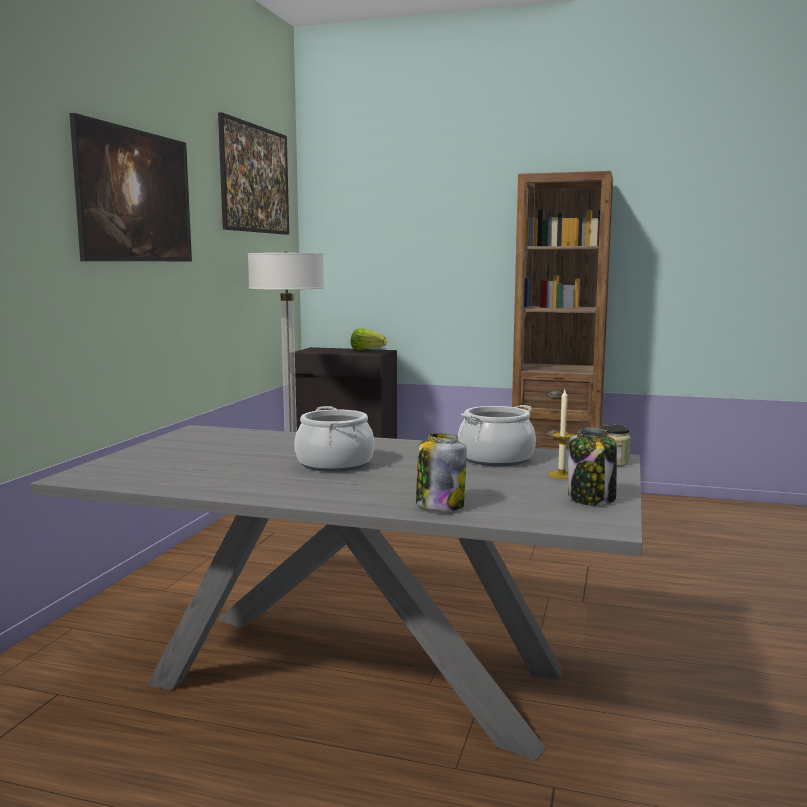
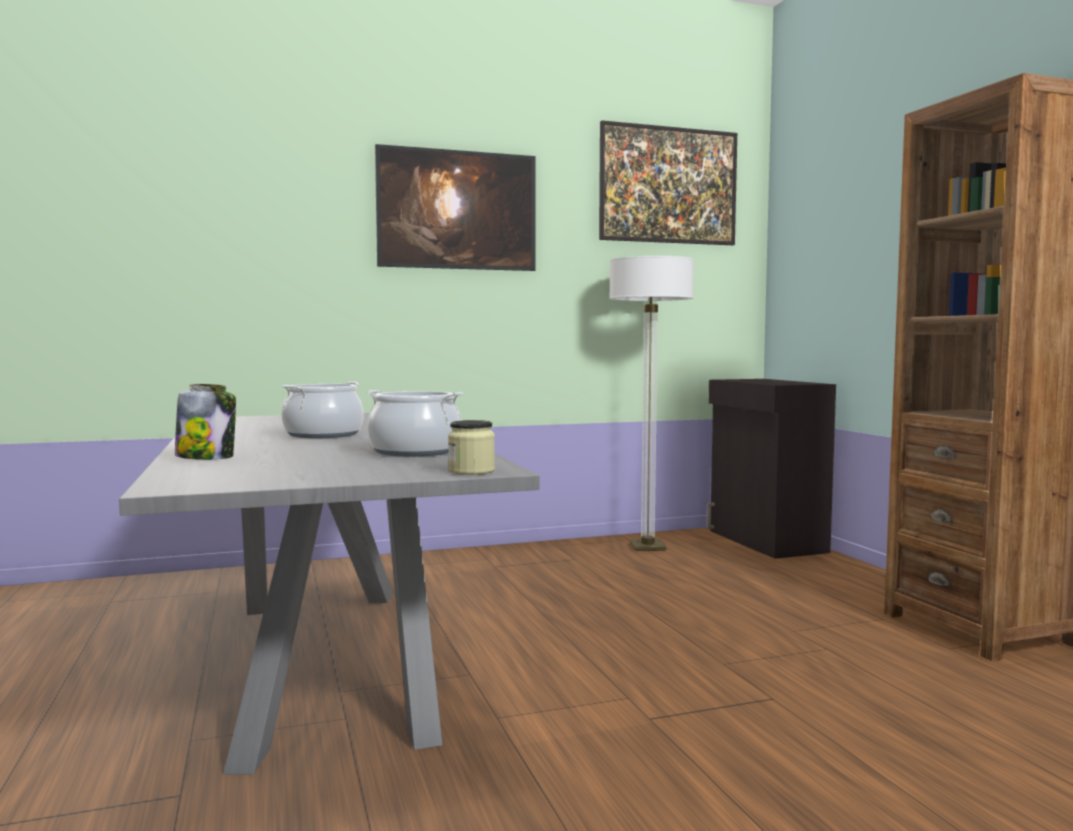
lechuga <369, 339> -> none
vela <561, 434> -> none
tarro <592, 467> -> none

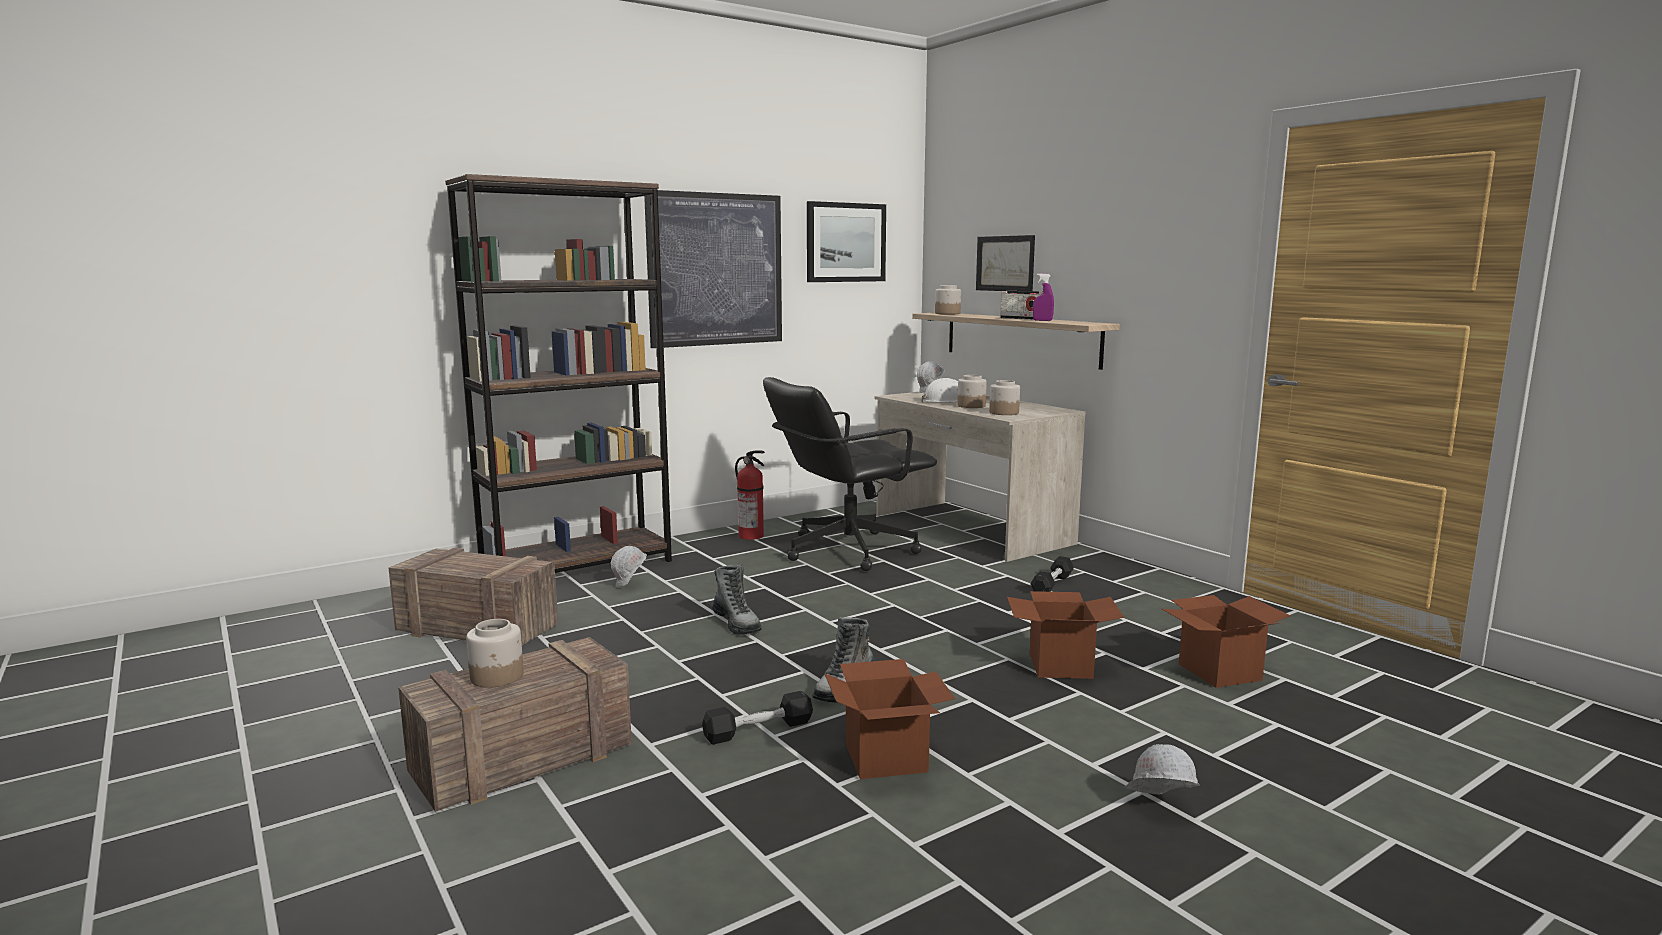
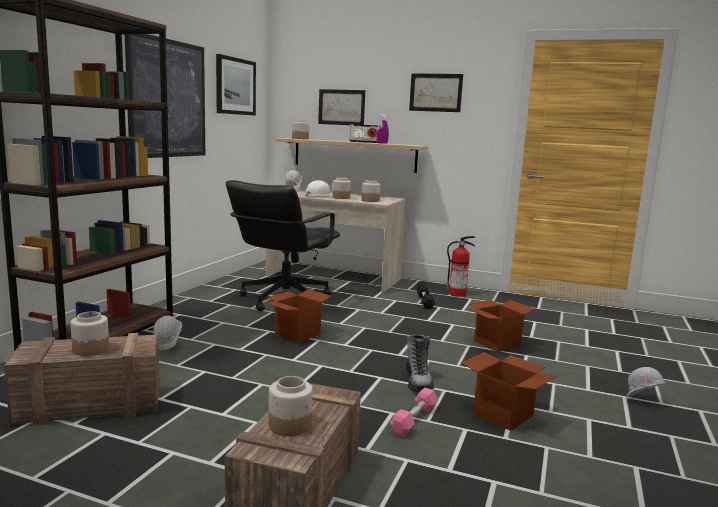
none -> tarro <89, 333>
caja de cartón <1226, 641> -> caja de cartón <297, 316>, moved
mancuerna/negro <757, 718> -> mancuerna/rosa <413, 412>
none -> cuadro <436, 92>
extintor <750, 495> -> extintor <461, 266>, moved
bota <737, 600> -> none

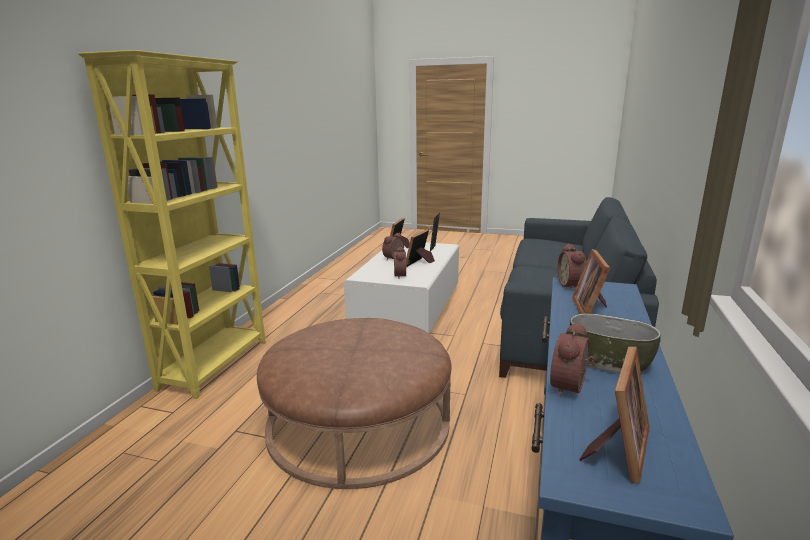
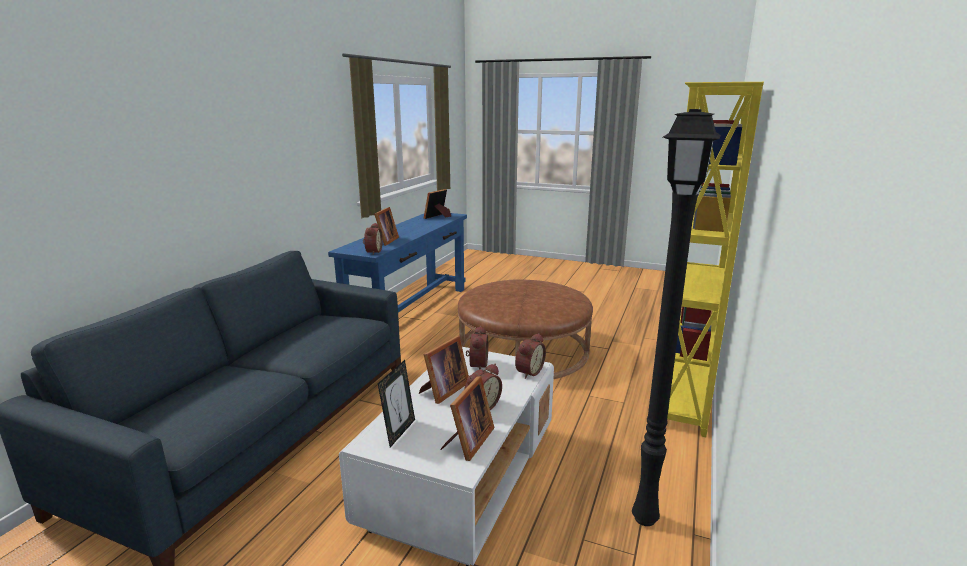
despertador <572, 359> -> despertador <530, 356>, moved
none -> lámpara de pie/negro <676, 317>
cuenco <615, 343> -> none

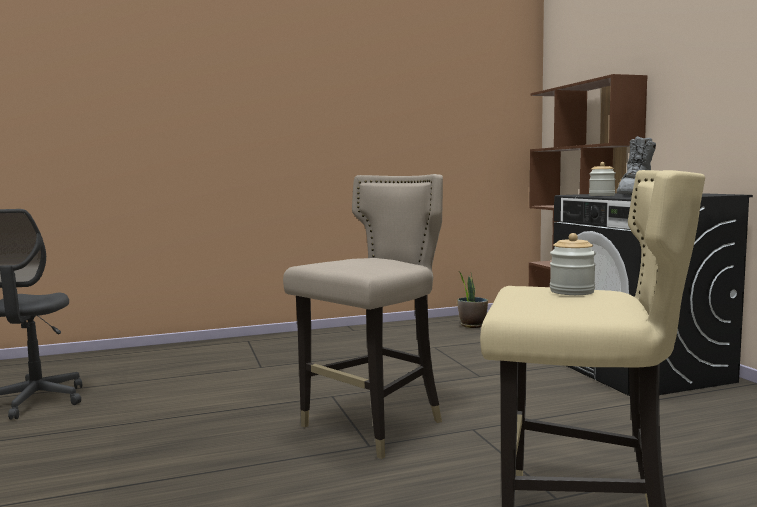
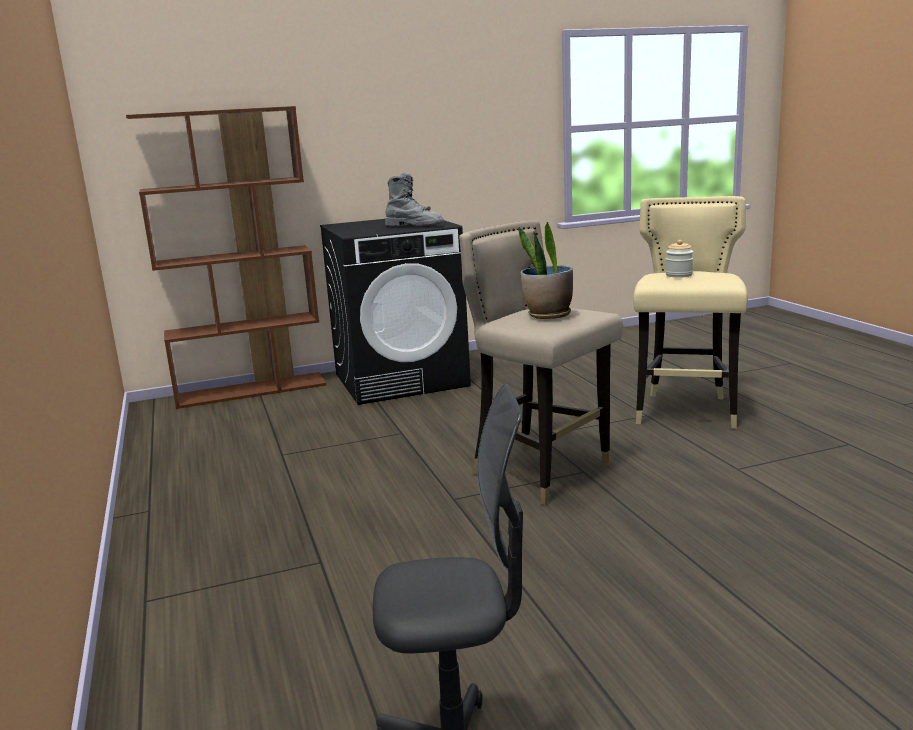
planta en maceta <473, 299> -> planta en maceta <546, 270>, moved
tarro <602, 179> -> none

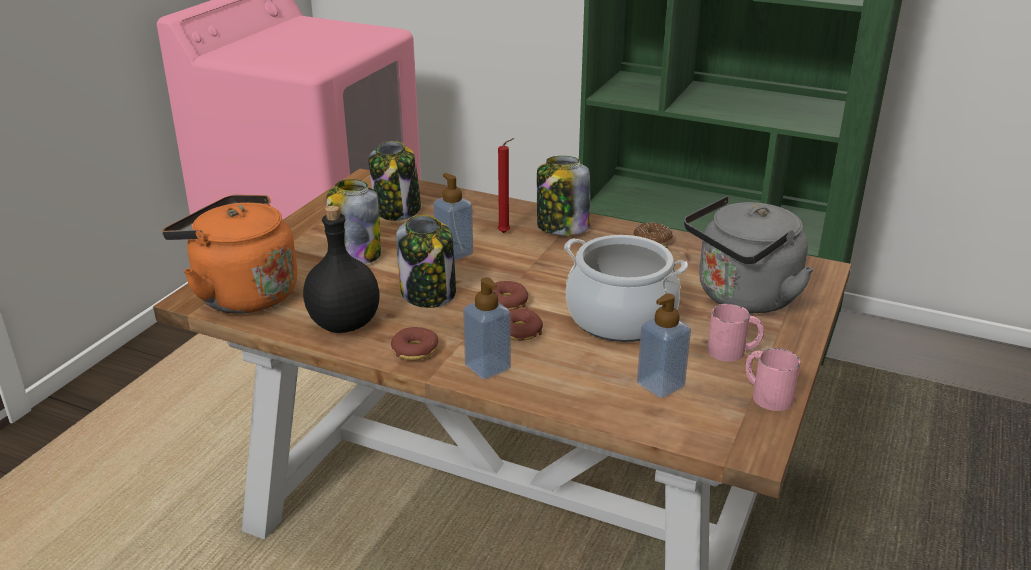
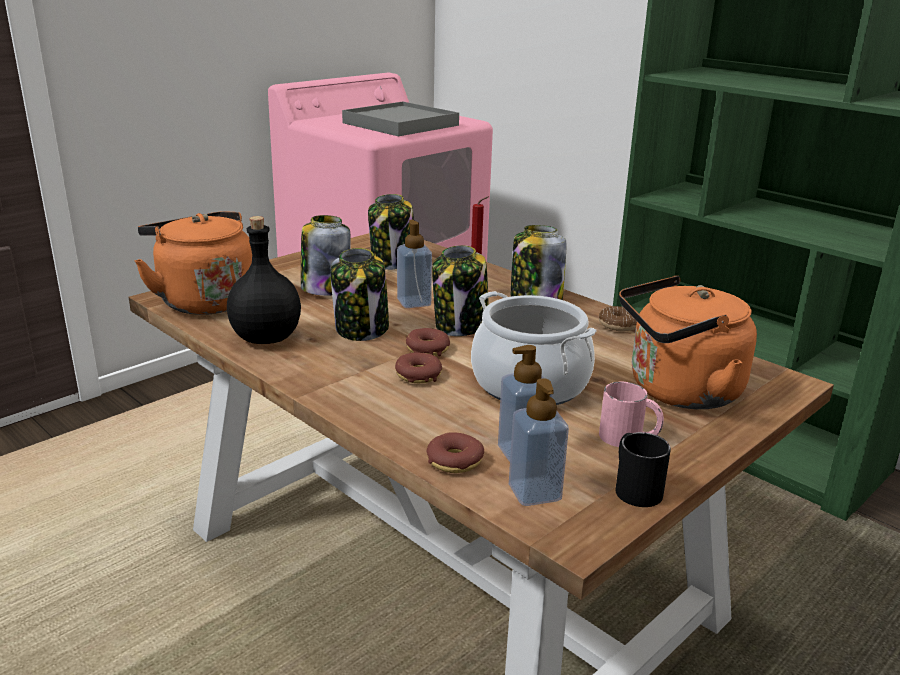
none -> bandeja/gris <400, 119>
rosquilla <414, 344> -> rosquilla <455, 452>, moved
none -> tarro <460, 290>
dispensador de jabón <487, 328> -> dispensador de jabón <539, 442>, moved
taza grande/rosa <772, 379> -> taza grande/negro <643, 469>
hervidor/gris <749, 254> -> hervidor/naranja <688, 342>

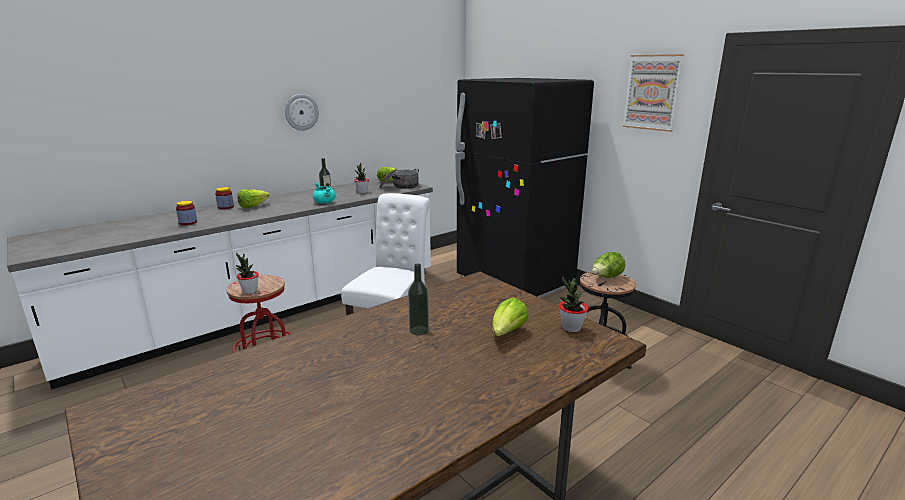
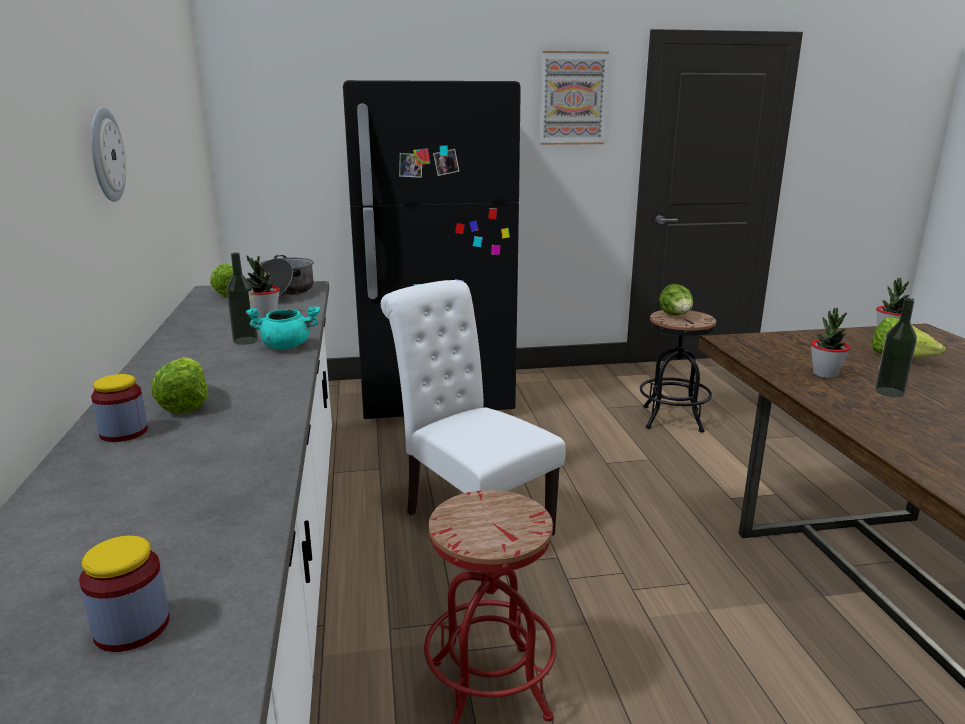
tarro <186, 213> -> tarro <124, 594>, moved
planta en maceta <247, 273> -> planta en maceta <830, 343>, moved

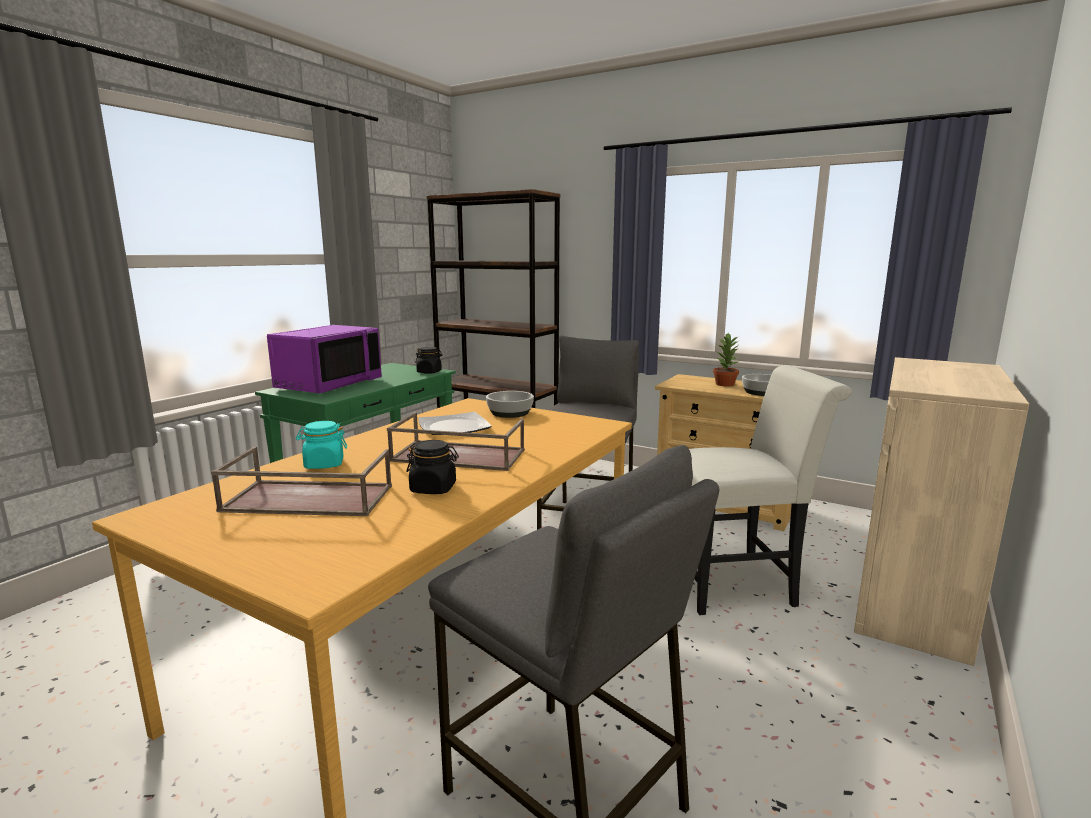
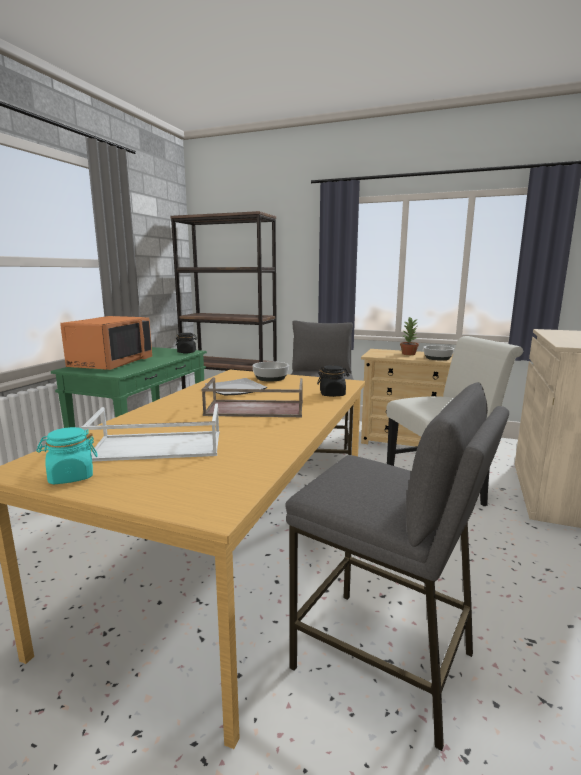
tarro/turquesa <321, 445> -> tarro/turquesa <67, 455>, moved
microondas/morado <324, 359> -> microondas/naranja <106, 343>
bandeja/marrón <301, 481> -> bandeja/blanco <150, 433>
tarro/negro <432, 467> -> tarro/negro <333, 381>, moved

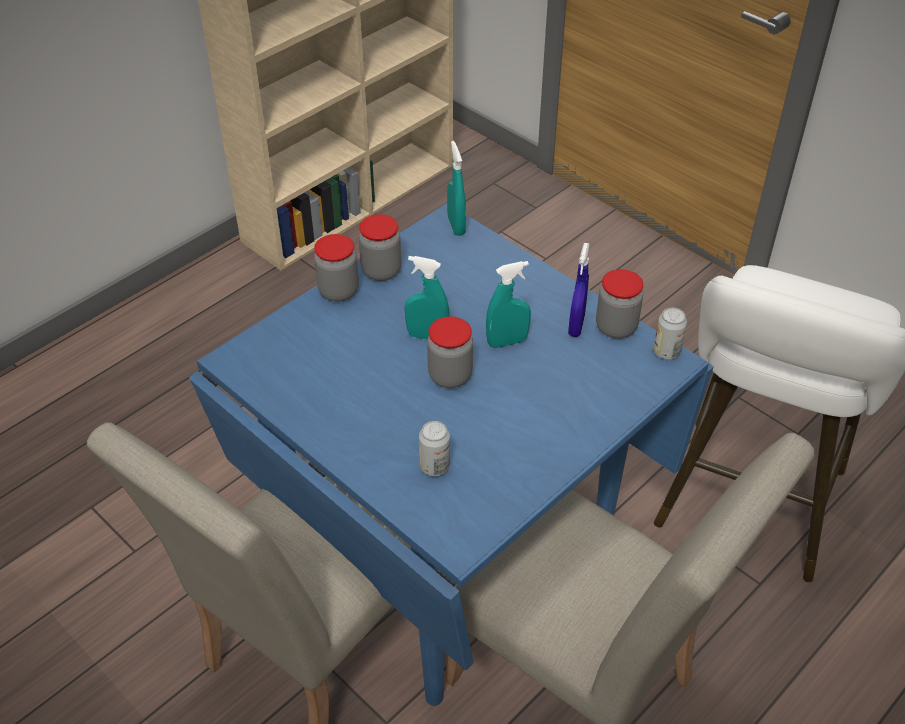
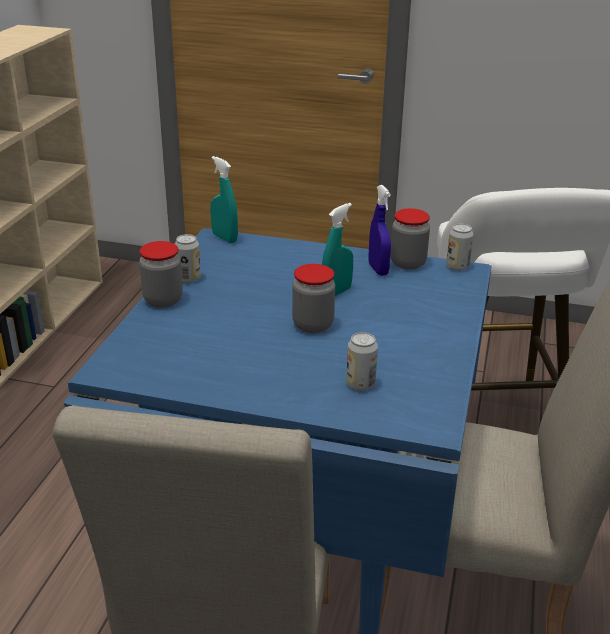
tarro <380, 247> -> lata <188, 258>
pulverizador/turquesa <427, 298> -> none

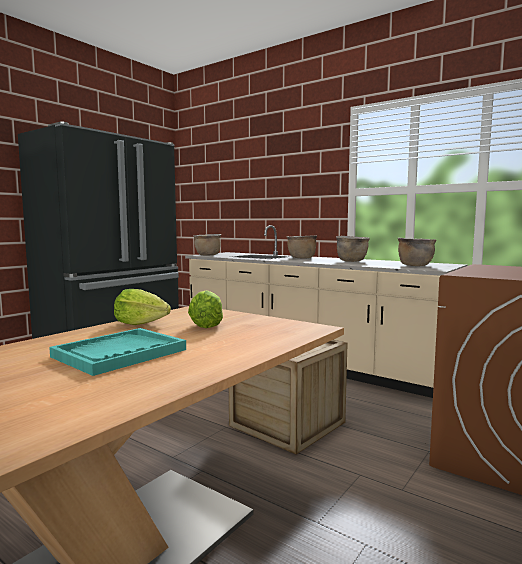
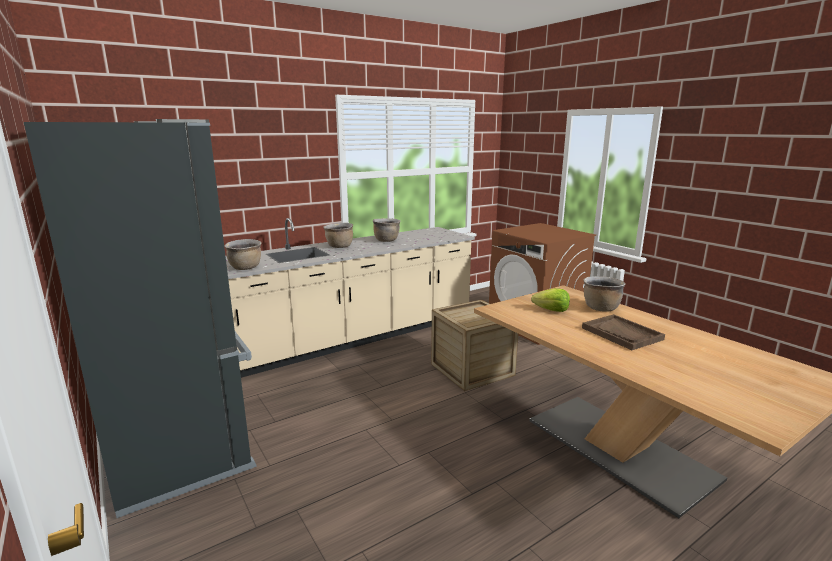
bandeja/turquesa <117, 352> -> bandeja/marrón <623, 332>
olla/marrón <417, 252> -> olla/marrón <604, 294>, moved
lechuga <142, 307> -> none

